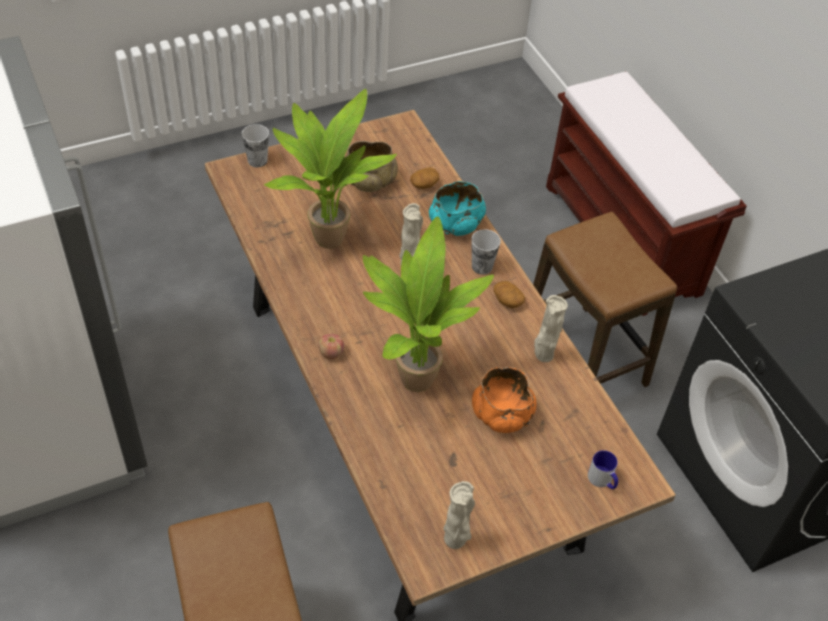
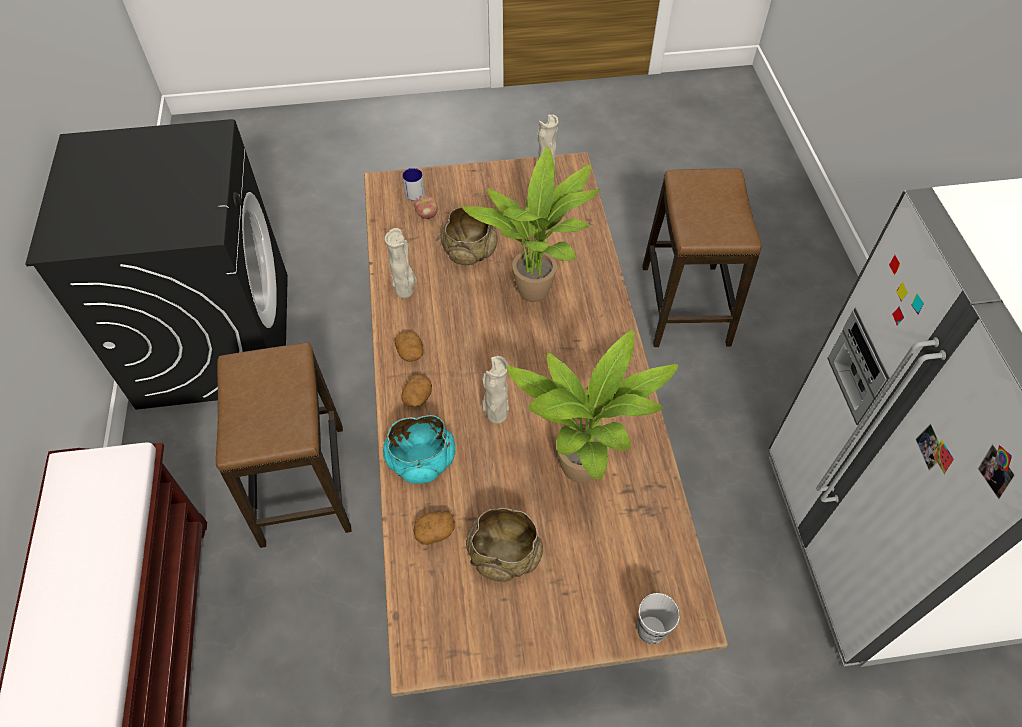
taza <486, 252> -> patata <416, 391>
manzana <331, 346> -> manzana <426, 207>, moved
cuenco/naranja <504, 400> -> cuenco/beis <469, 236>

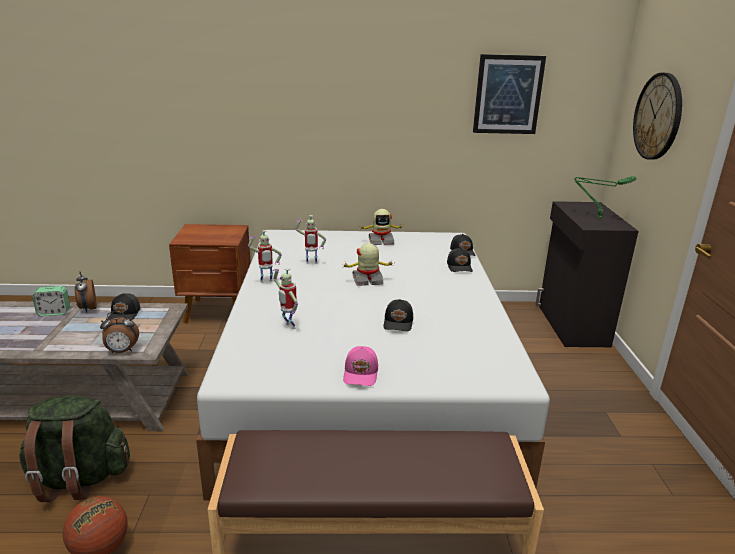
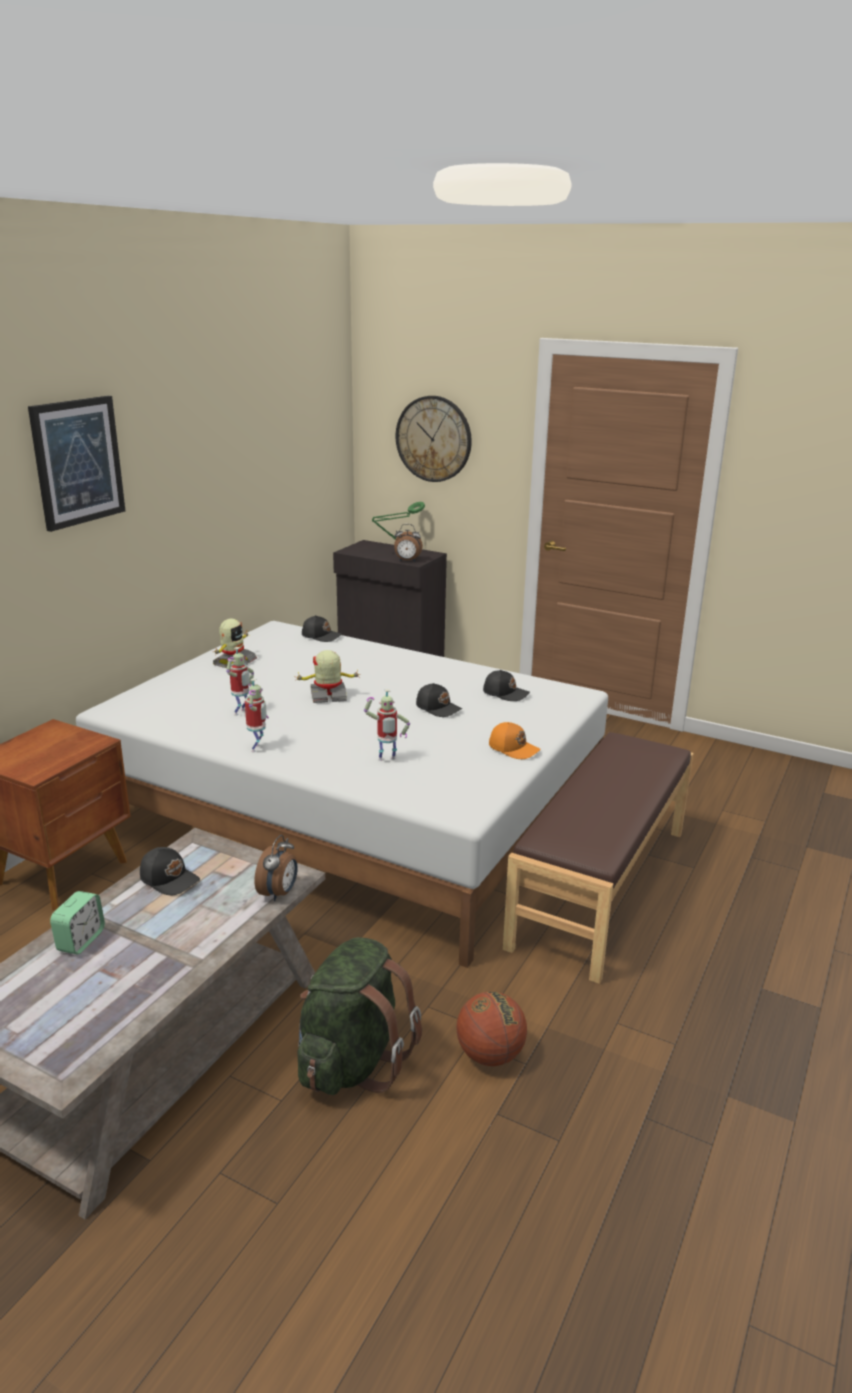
cuadro <509, 94> -> cuadro <76, 464>, moved
robot de juguete <367, 264> -> robot de juguete <328, 676>, 60 degrees clockwise
despertador <85, 291> -> despertador <408, 543>, moved
gorra/negro <460, 260> -> gorra/negro <506, 685>, moved
gorra/rosa <360, 366> -> gorra/naranja <515, 740>

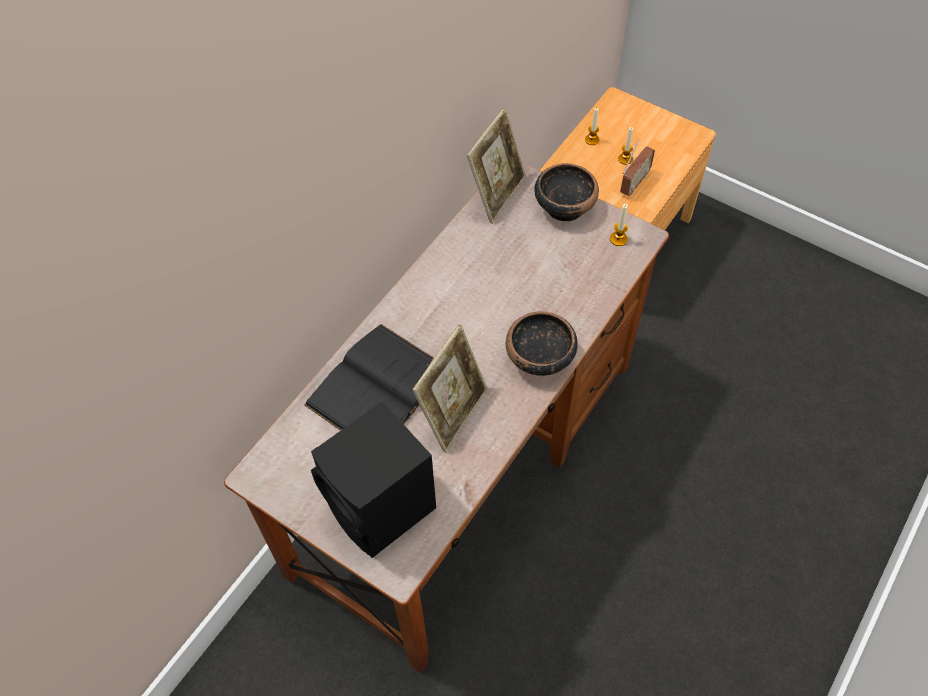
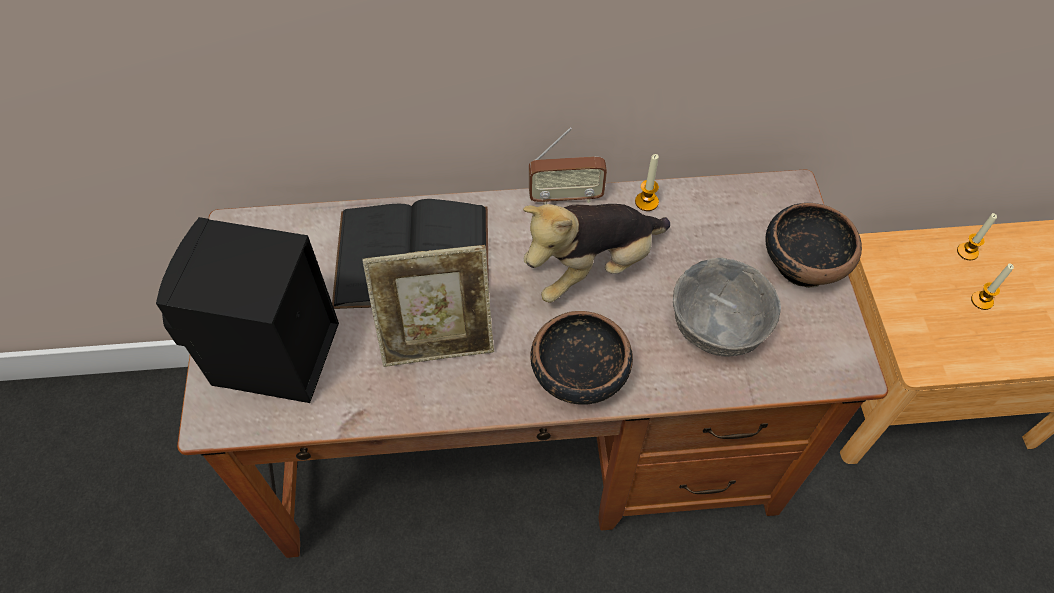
none -> peluche <596, 253>
radio <637, 167> -> radio <568, 166>, moved
vela <619, 225> -> vela <647, 182>, moved
none -> cuenco/gris <727, 307>
portarretratos <496, 166> -> none

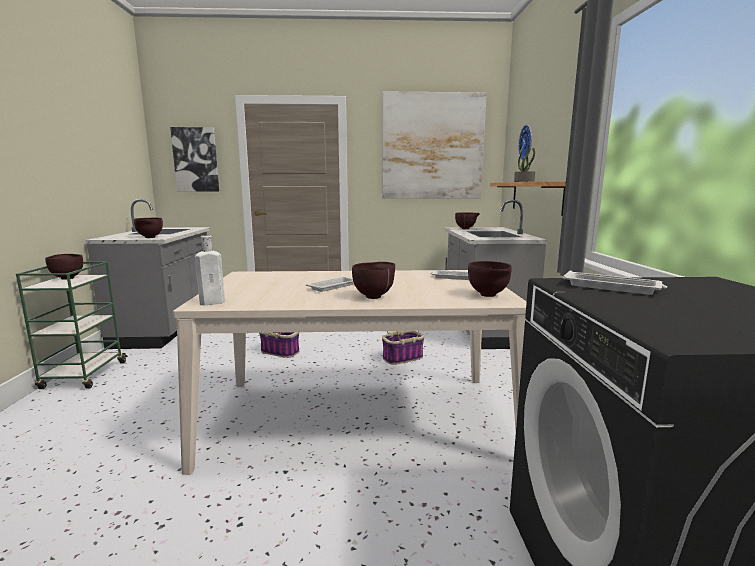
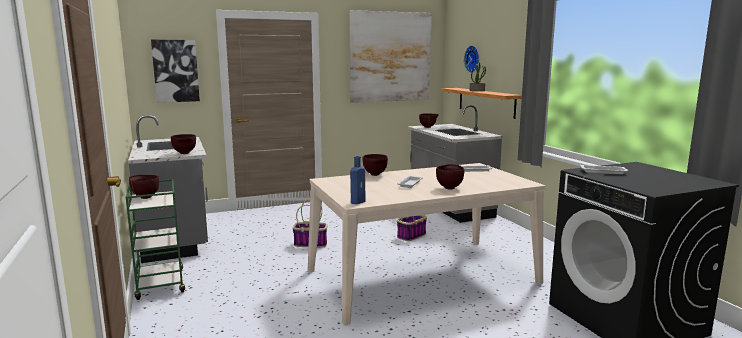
botella/blanco <210, 270> -> botella/azul <358, 180>
cuenco/marrón <490, 279> -> cuenco/marrón <375, 165>, moved

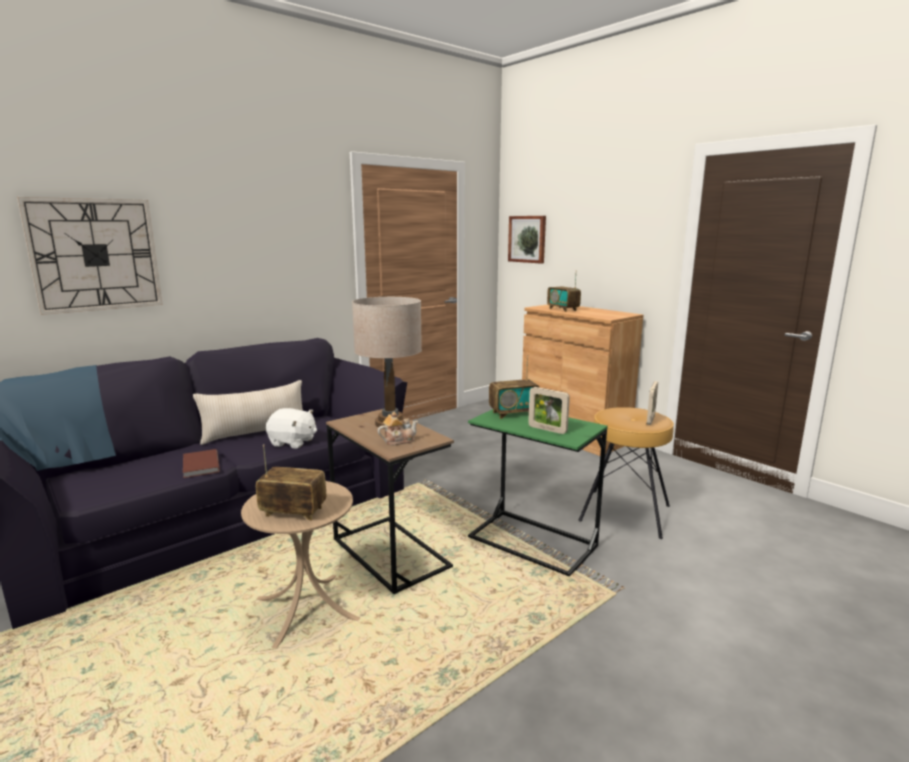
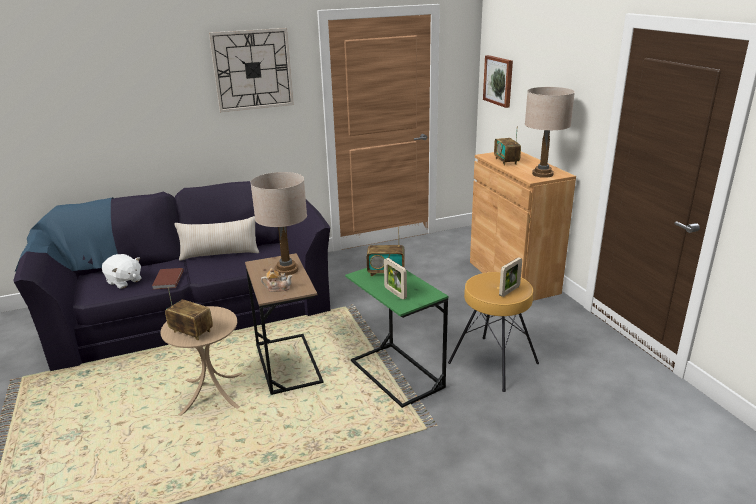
peluche/blanco <291, 428> -> peluche/blanco <122, 271>, moved
reloj de pared <90, 256> -> reloj de pared <251, 70>, moved
none -> lámpara de mesa/beis <550, 132>

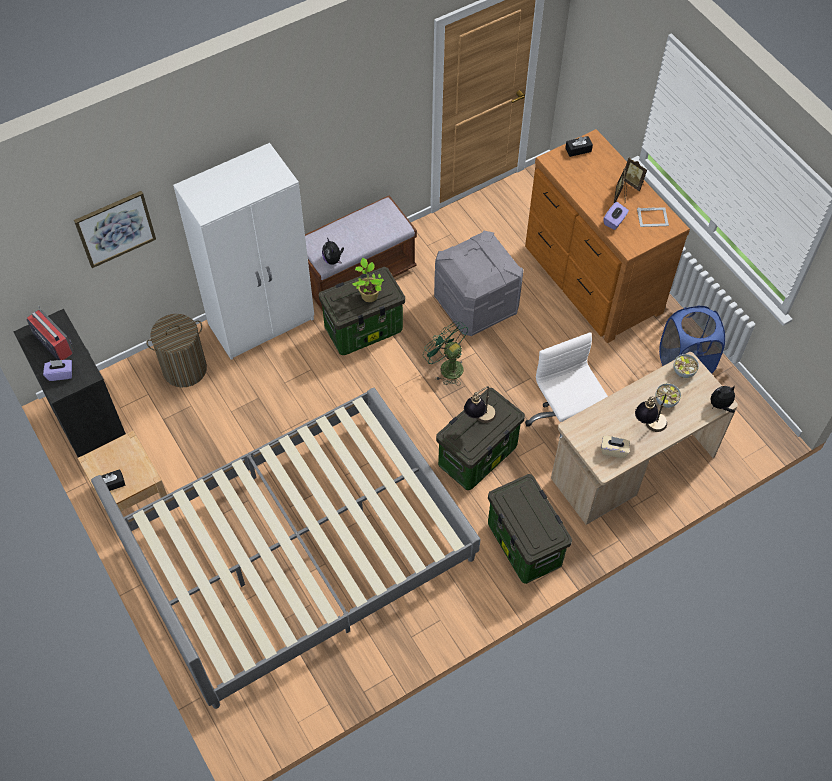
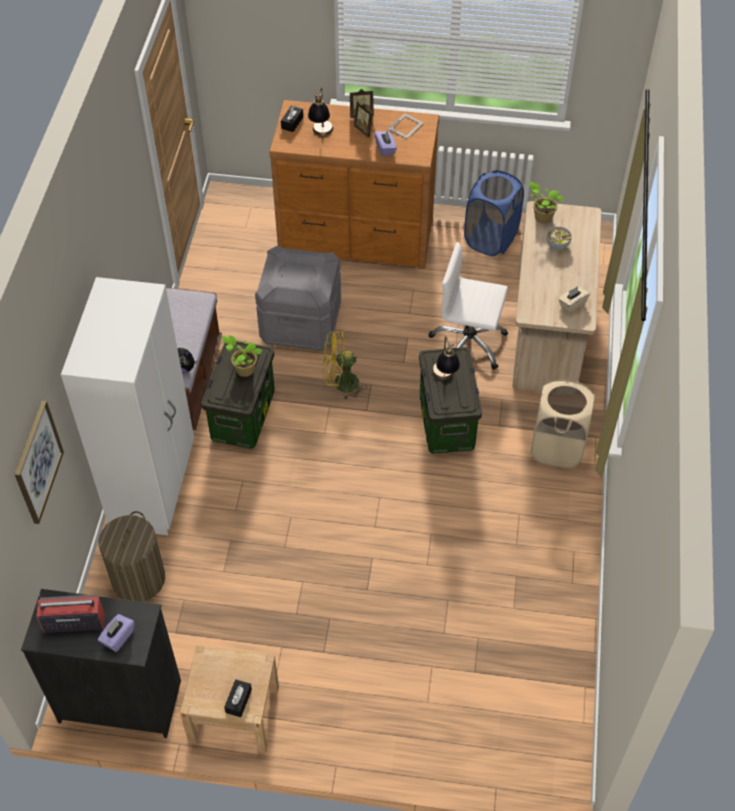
lámpara de mesa <651, 413> -> lámpara de mesa <320, 111>, moved
ventilador/verde <445, 353> -> ventilador/amarillo <345, 364>
cuenco <686, 366> -> planta en maceta <546, 203>
caja de almacenaje <530, 529> -> cesto de la ropa/beis <562, 423>
cama/gris <286, 548> -> none
peluche <723, 399> -> none

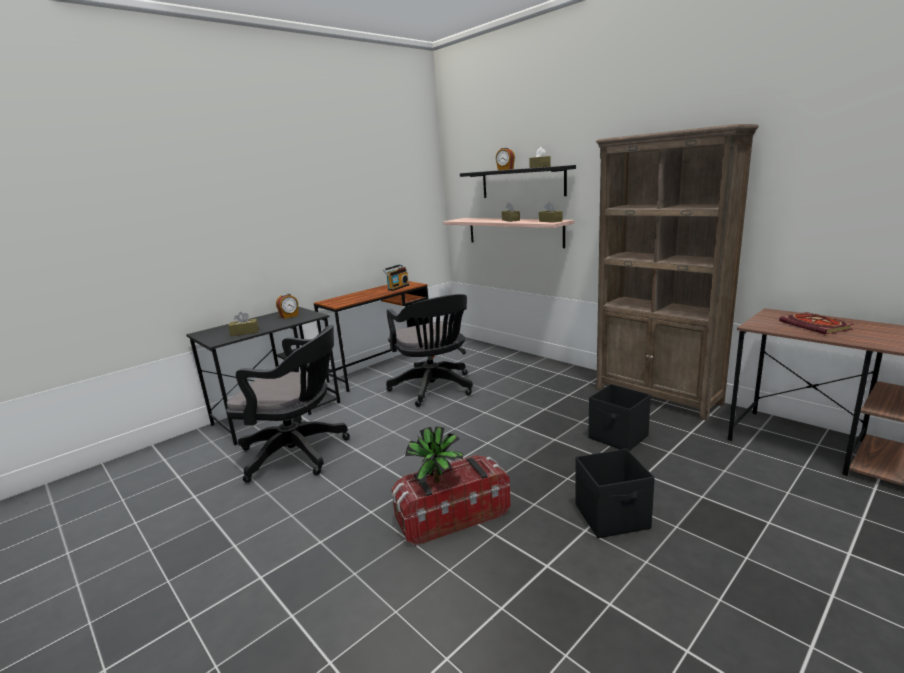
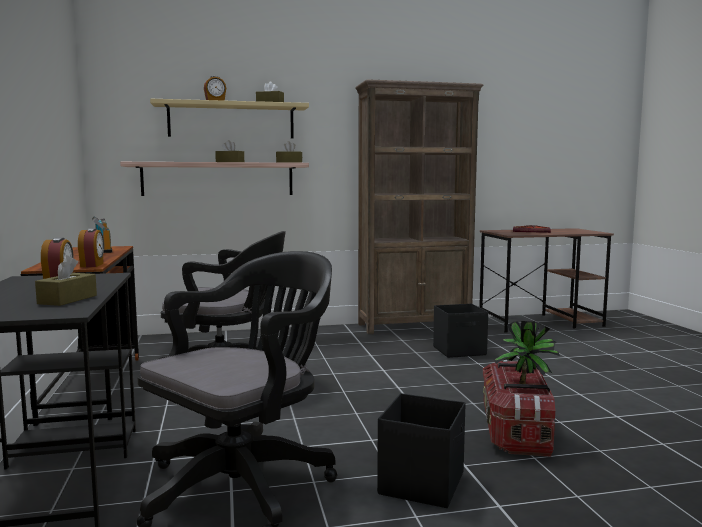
none -> despertador <91, 247>
estante/negro <518, 181> -> estante/beis <229, 118>
caja de almacenaje/negro <615, 493> -> caja de almacenaje/negro <421, 450>, moved

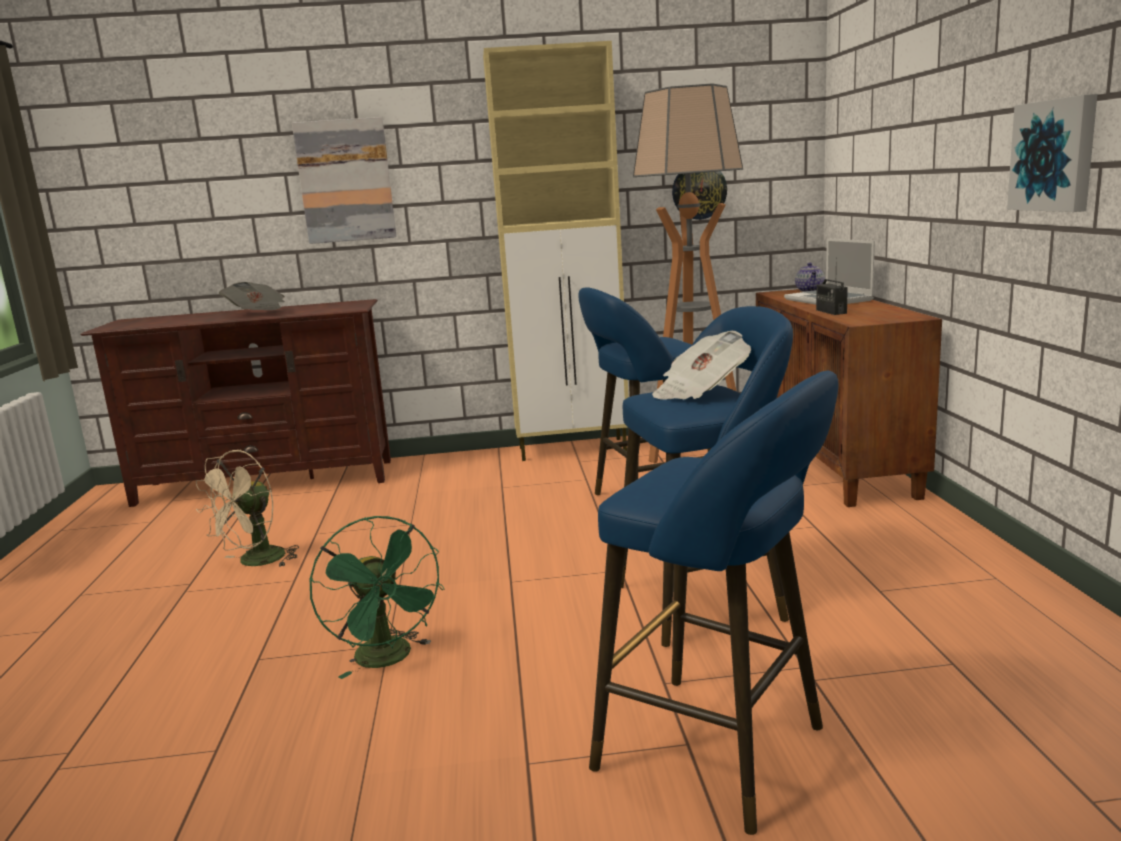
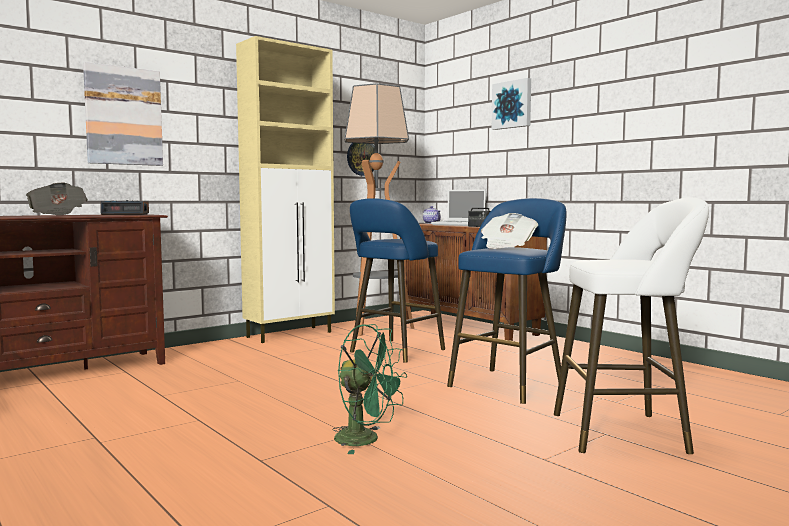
none -> despertador <125, 207>
cuadro <1052, 153> -> cuadro <511, 104>, moved
taburete/azul <714, 602> -> taburete/blanco <631, 325>
ventilador/beis <247, 508> -> none

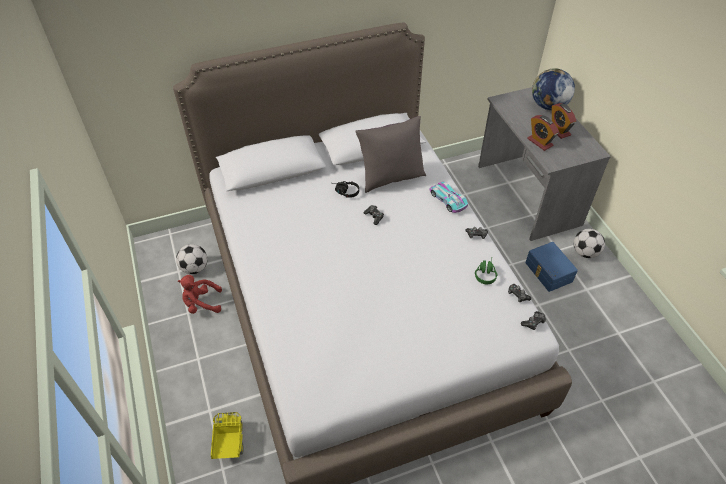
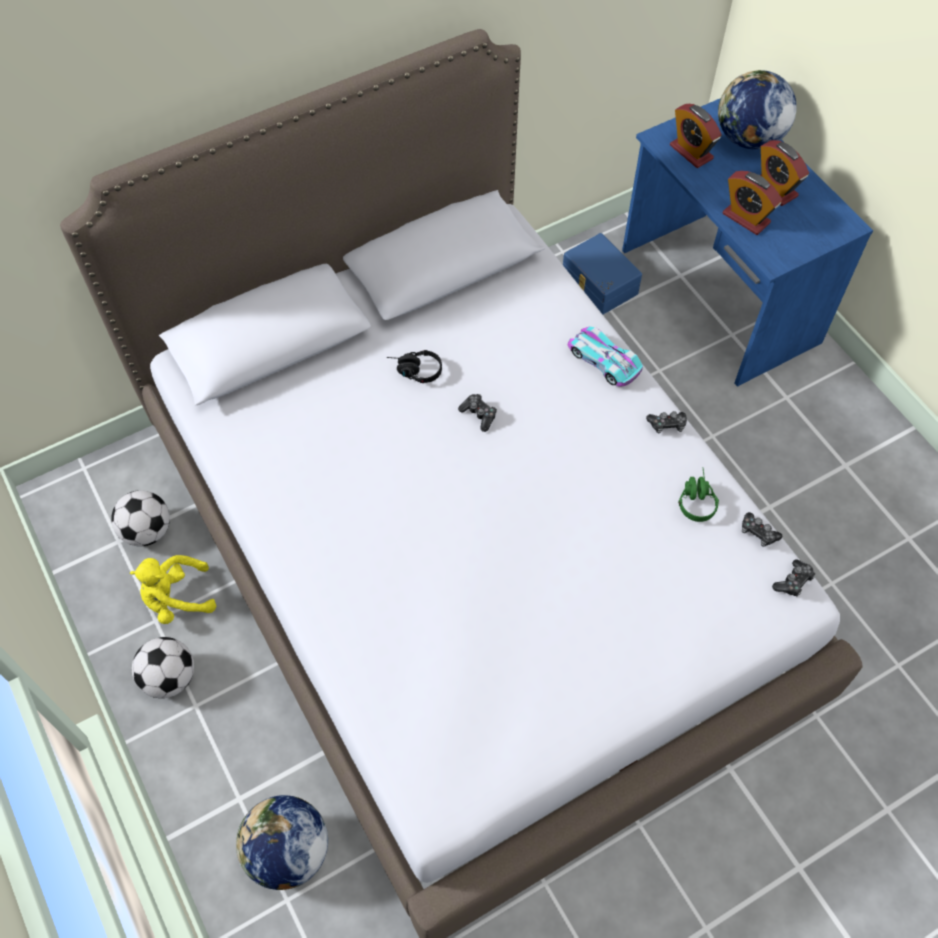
peluche/rojo <200, 294> -> peluche/amarillo <173, 589>
balón de fútbol <589, 243> -> balón de fútbol <163, 667>, moved
camión de juguete <227, 435> -> globo terráqueo <282, 842>
caja de almacenaje/azul <551, 267> -> caja de almacenaje/azul <602, 274>, moved
escritorio/gris <544, 164> -> escritorio/azul <747, 242>
none -> despertador <696, 136>
cojín/gris <390, 154> -> none

